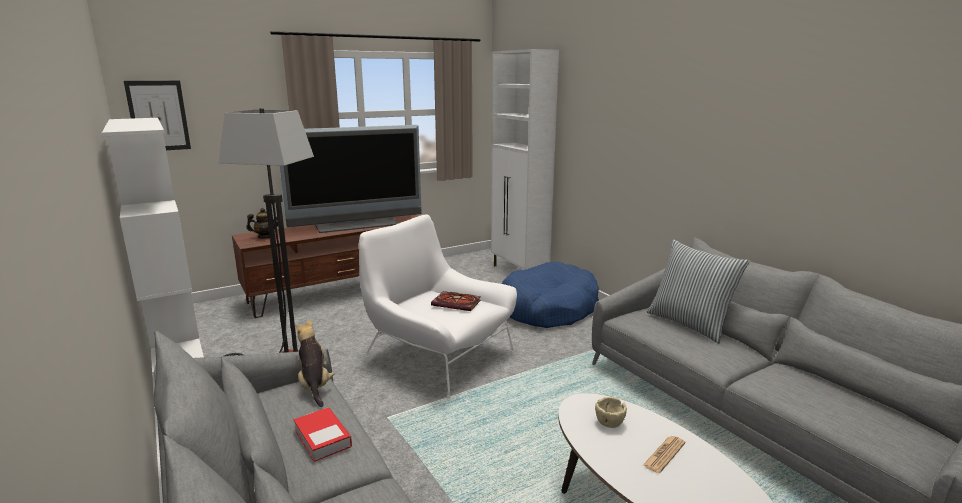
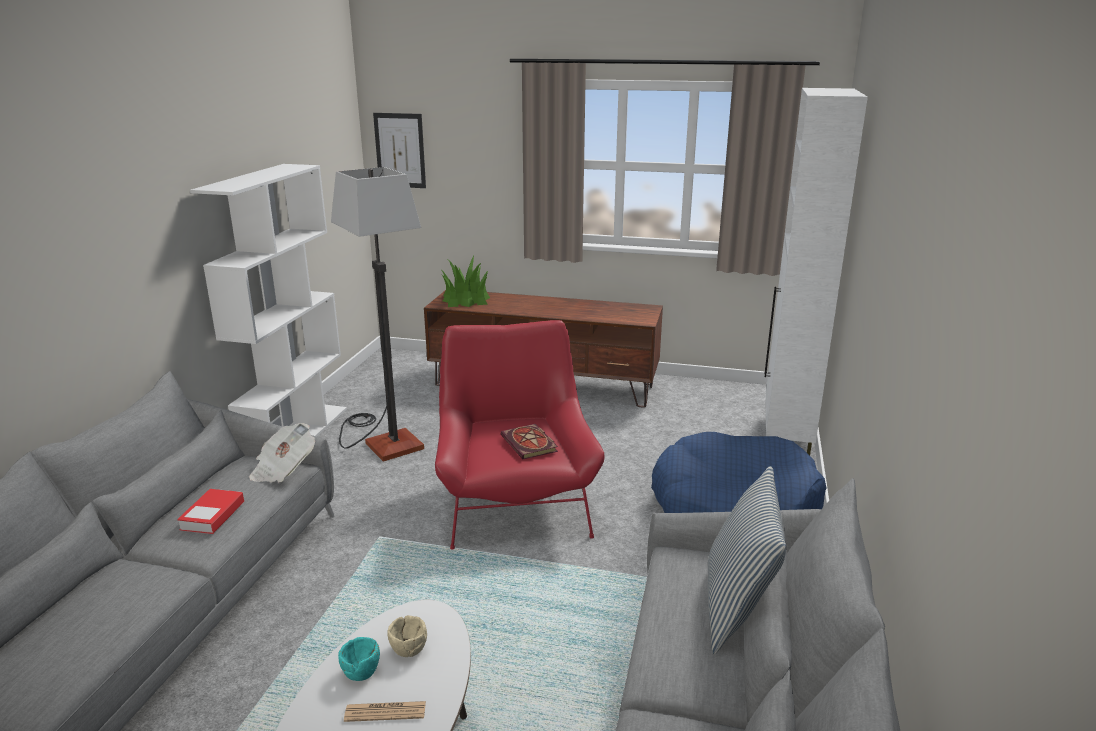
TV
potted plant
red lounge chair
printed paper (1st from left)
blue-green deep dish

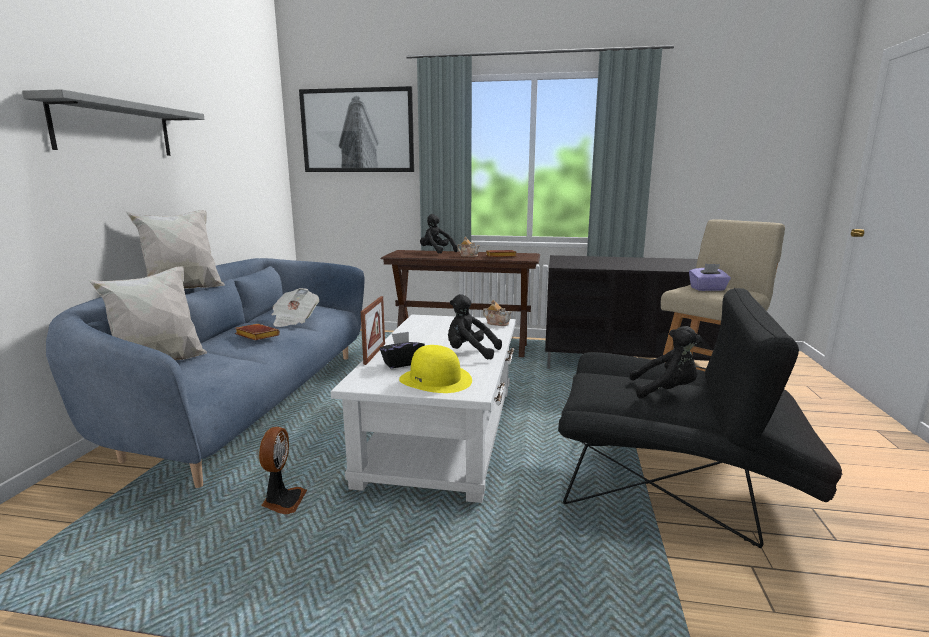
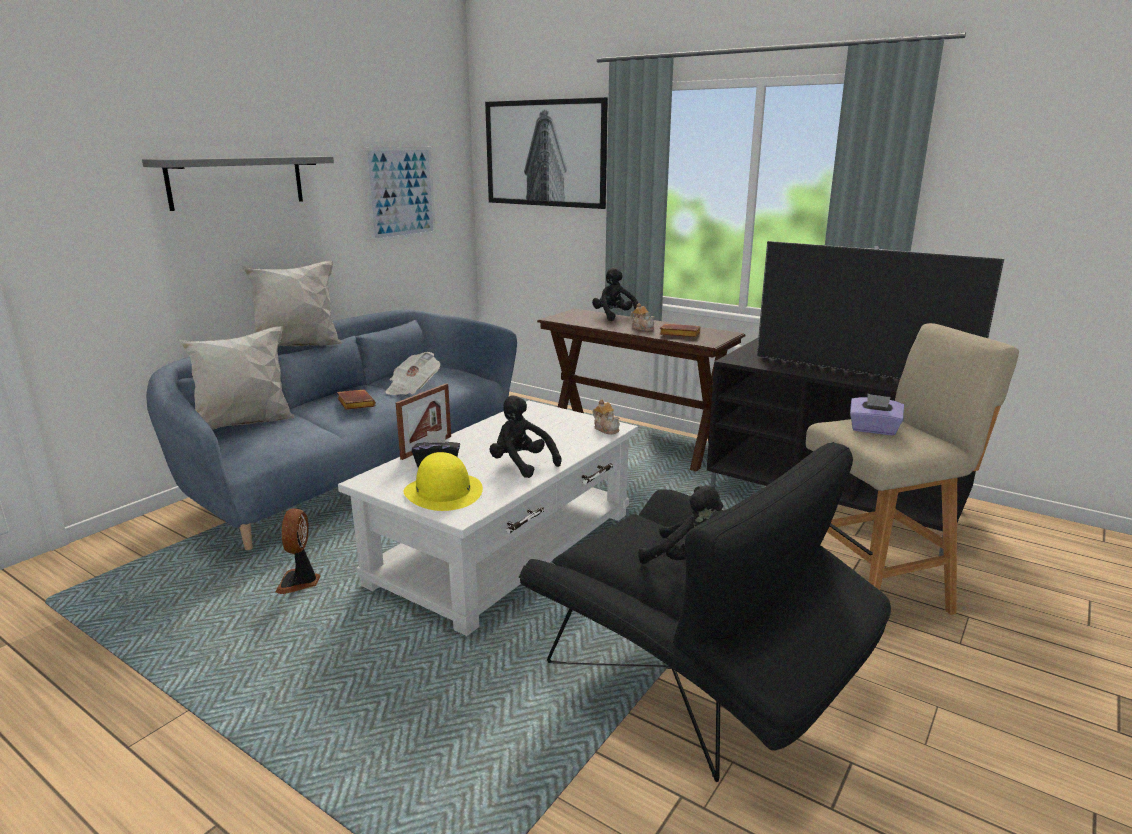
electric fan
picture (1st from left)
TV

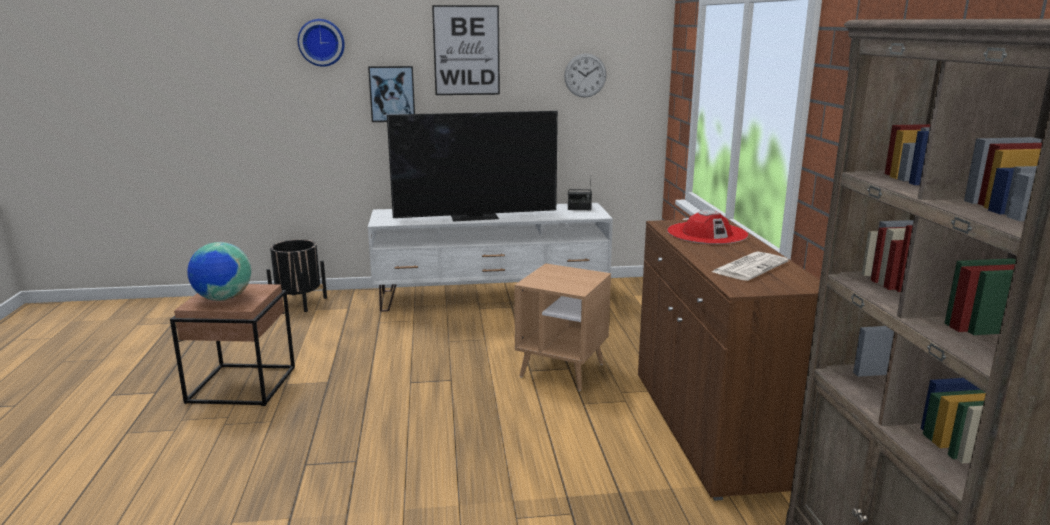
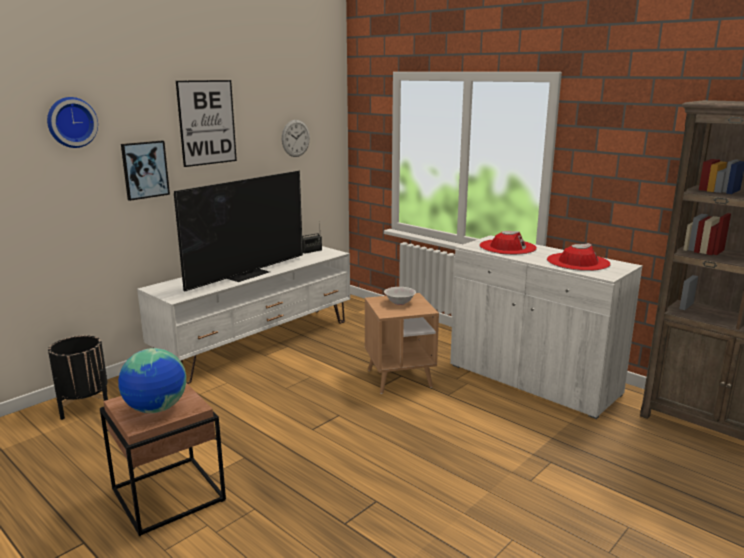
whitish cupboard
red clothing hat (2nd from left)
whitish deep dish

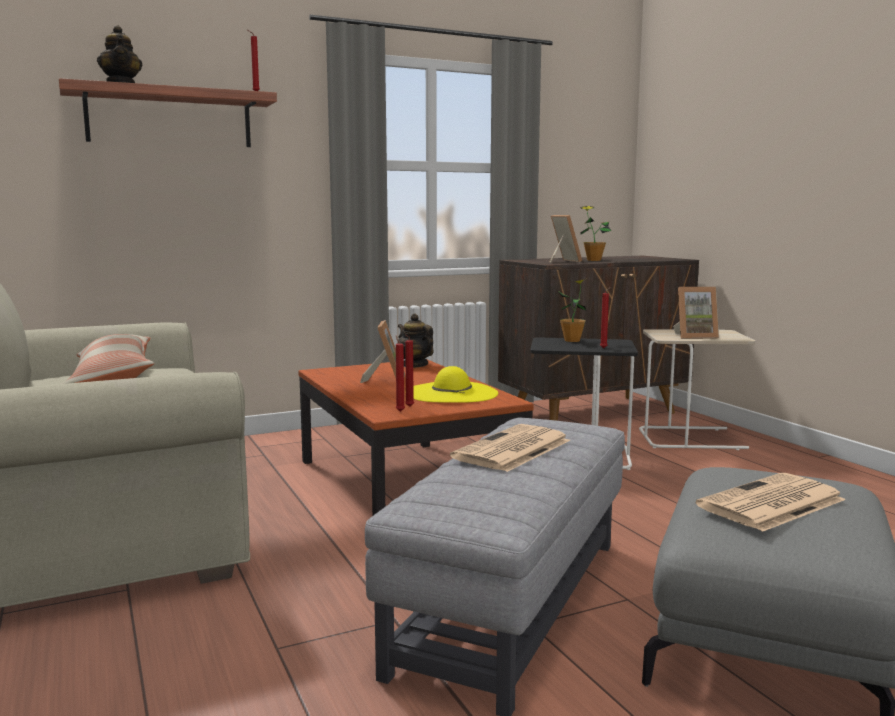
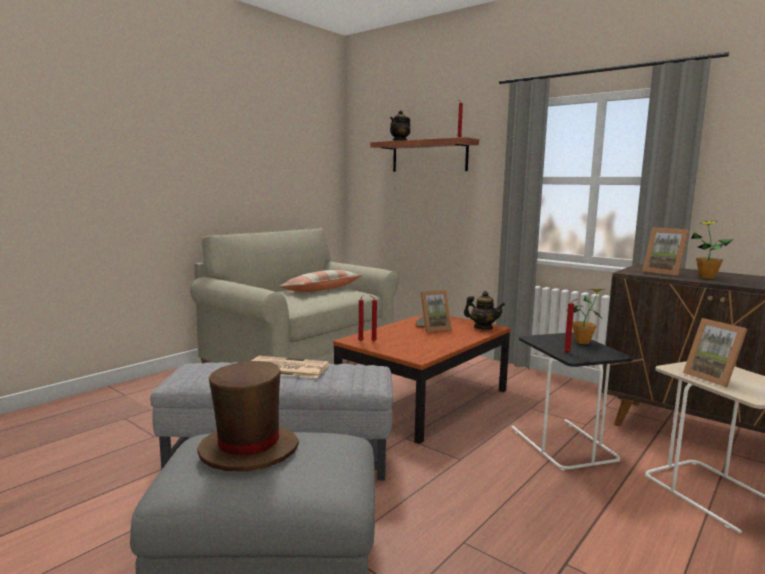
photo frame (2nd from left)
tea pot (2nd from left)
yellowish clothing hat
brown-coloured clothing hat

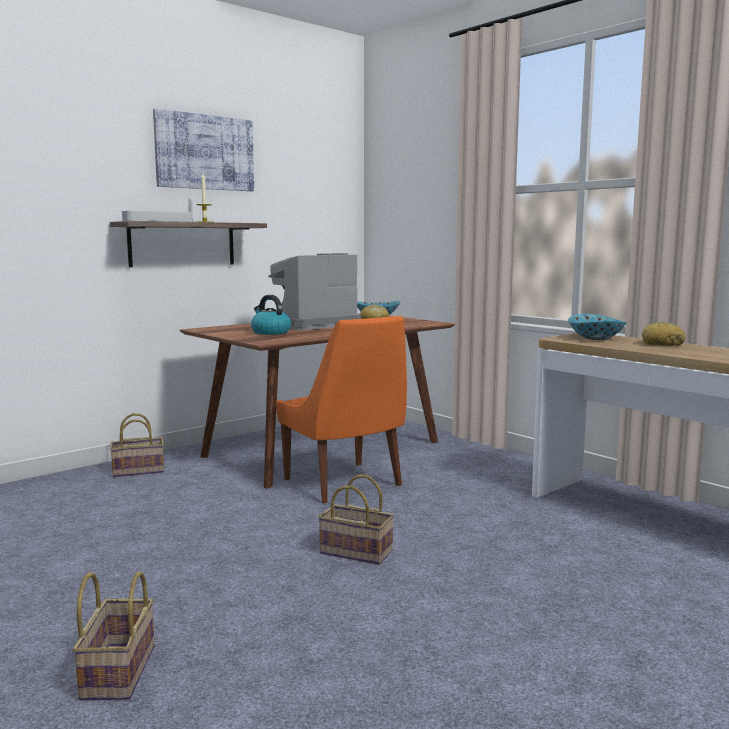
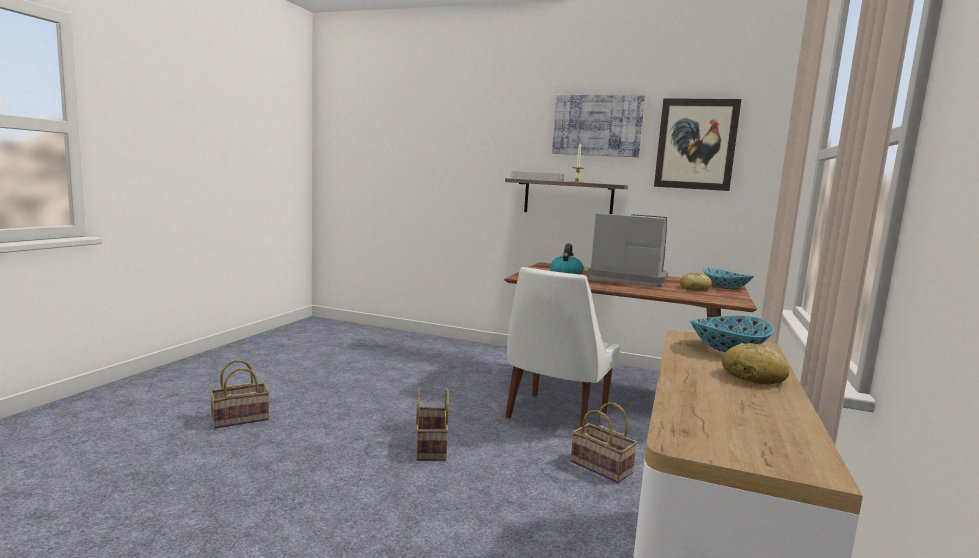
whitish upright chair
basket (3rd from left)
picture (2nd from left)

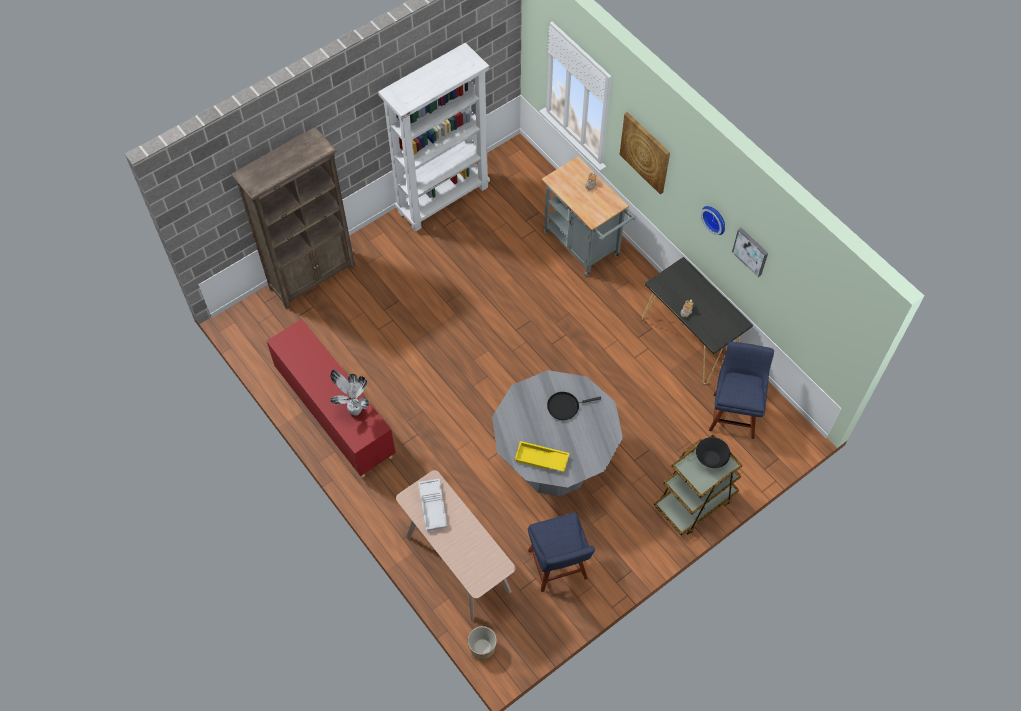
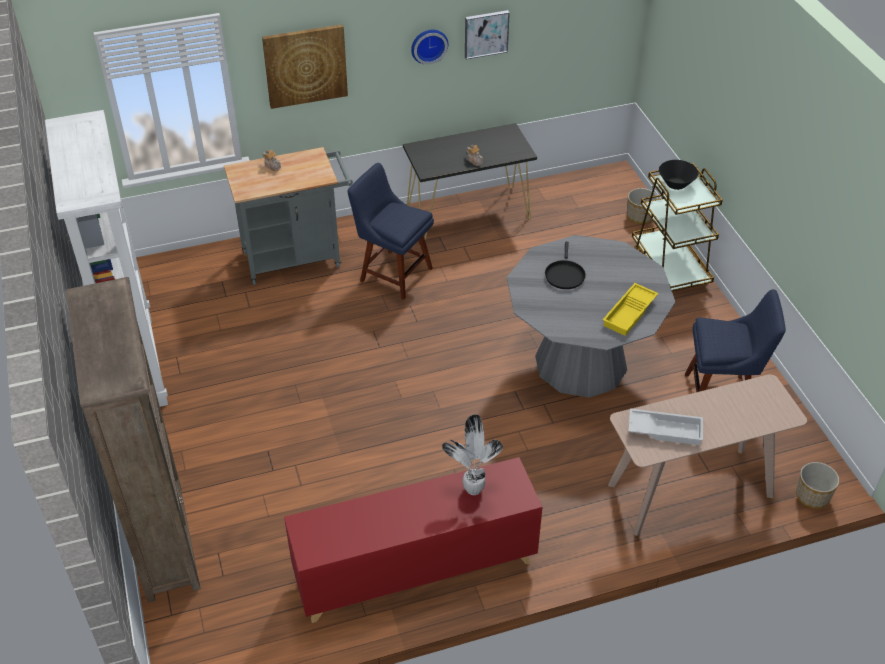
blue upright chair (1st from left)
planter (1st from left)

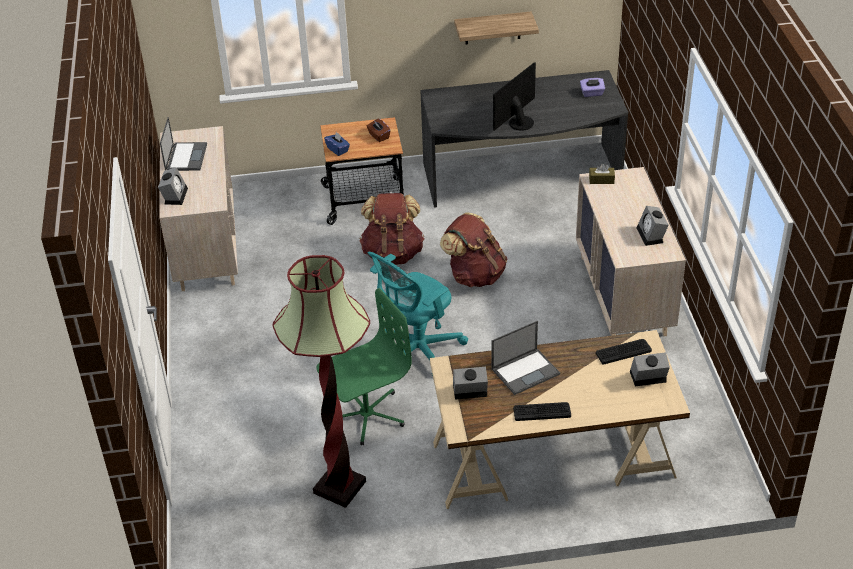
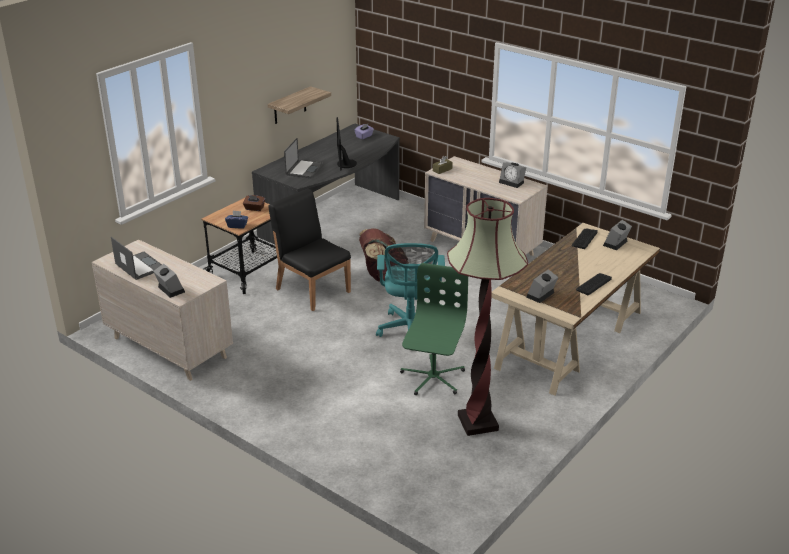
black upright chair
portable computer (2nd from left)

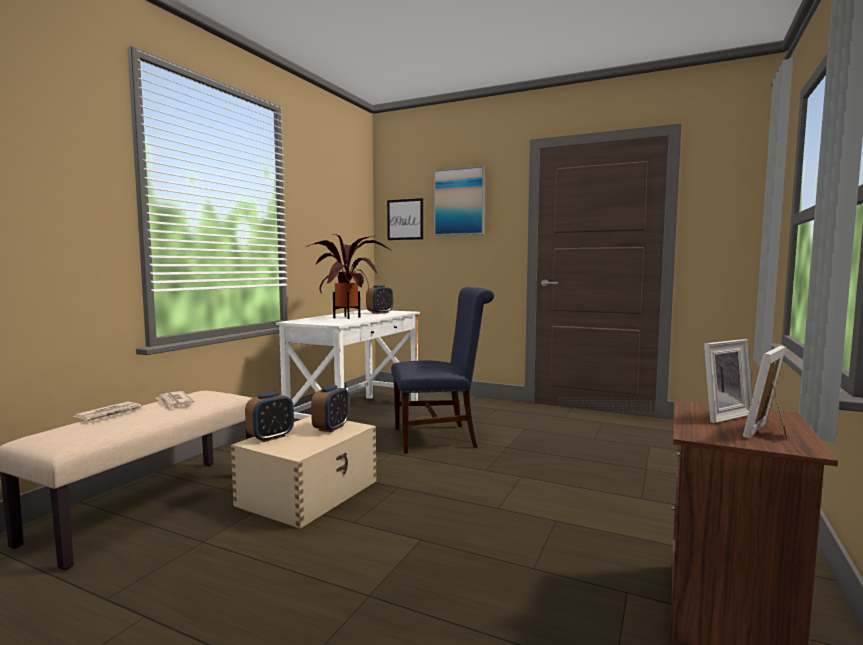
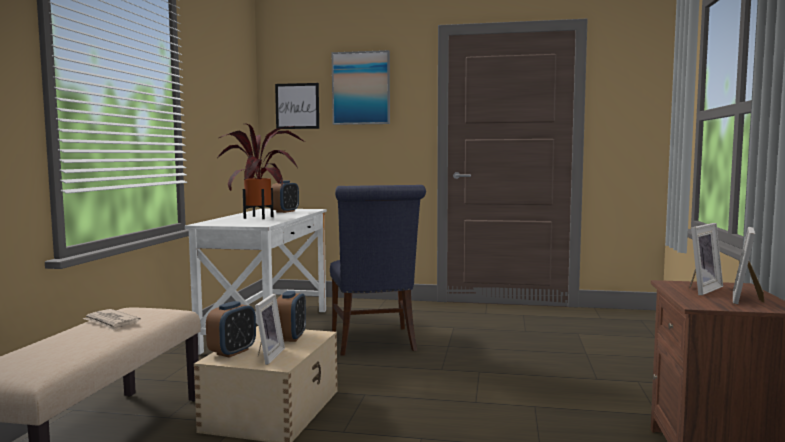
blue upright chair
printed paper (1st from left in the first image)
photo frame (1st from left)

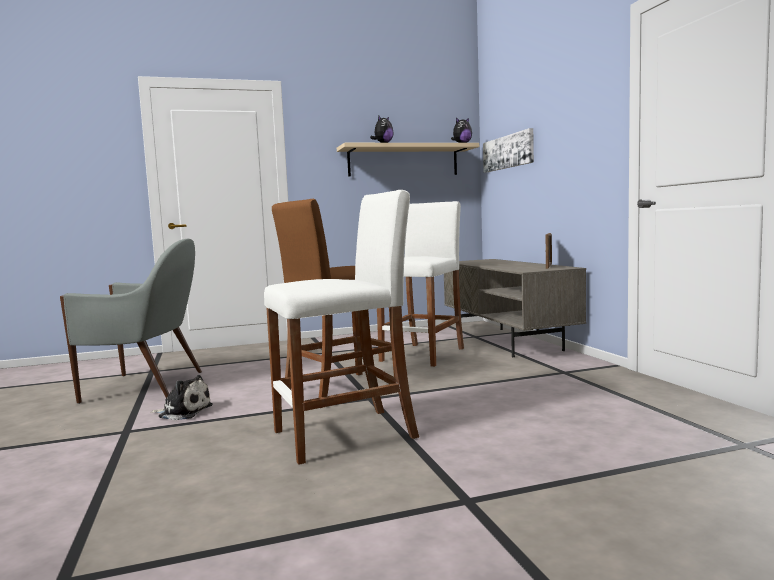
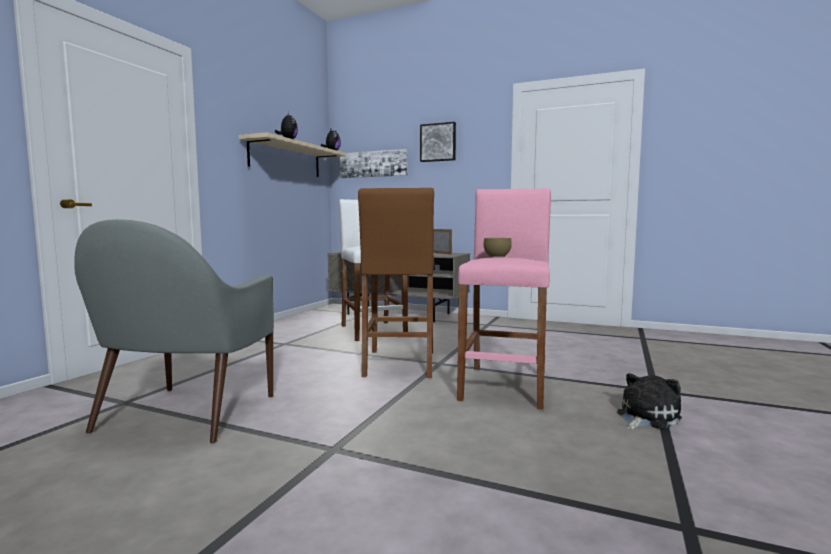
pink-coloured sitting stool
gray lounge chair
soft toy (3rd from left)
picture (2nd from left)
brown-coloured deep dish

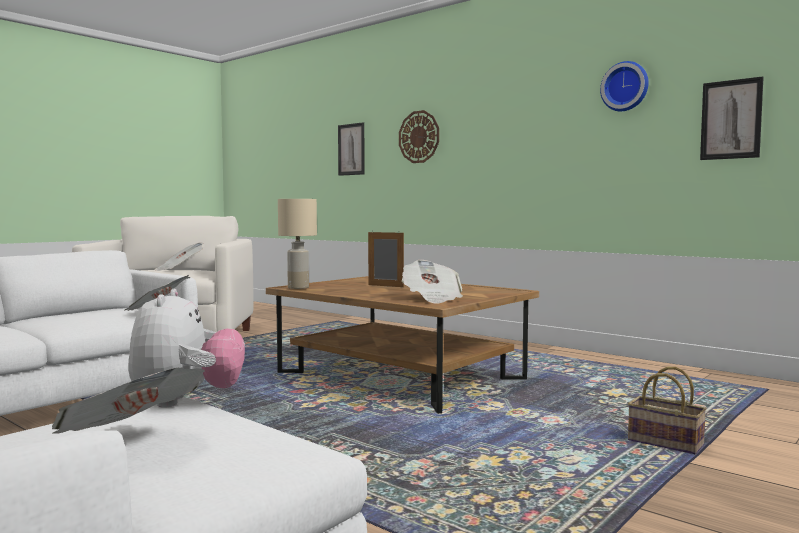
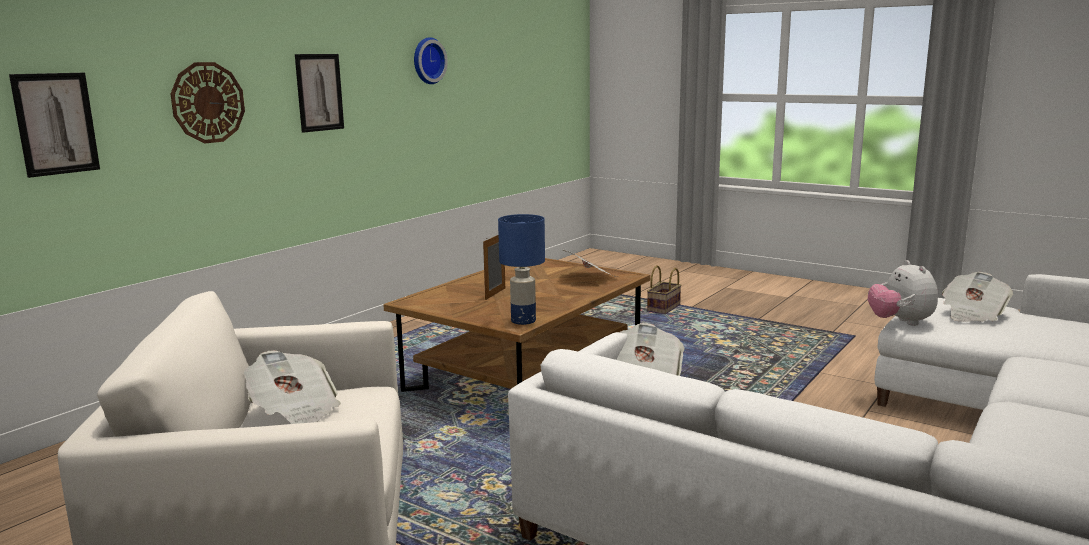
picture (2nd from left)
blue tabletop lamp
soft toy

